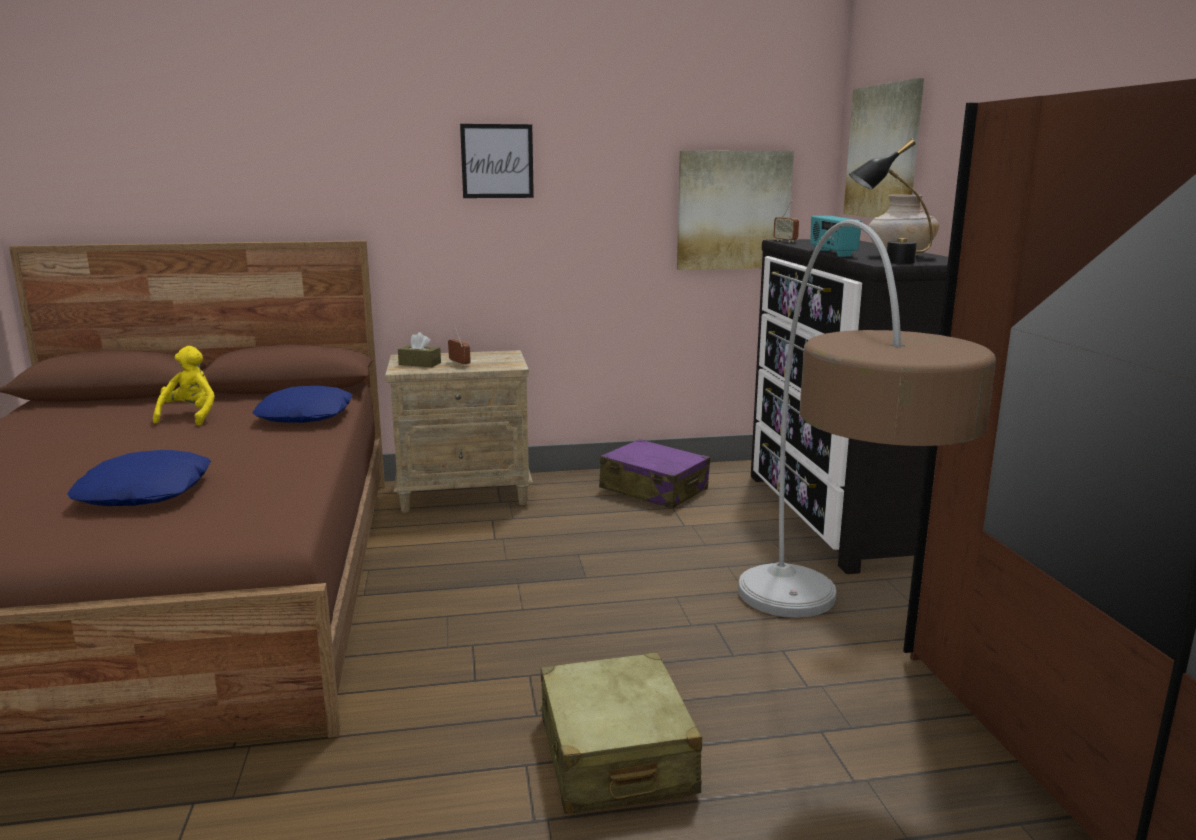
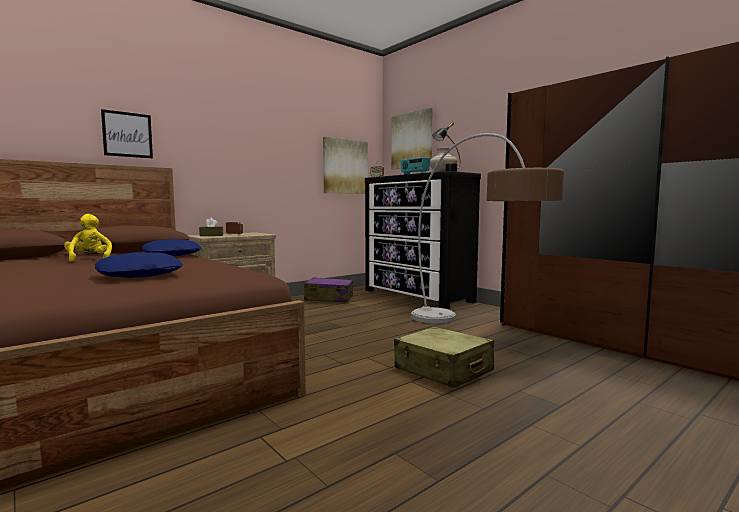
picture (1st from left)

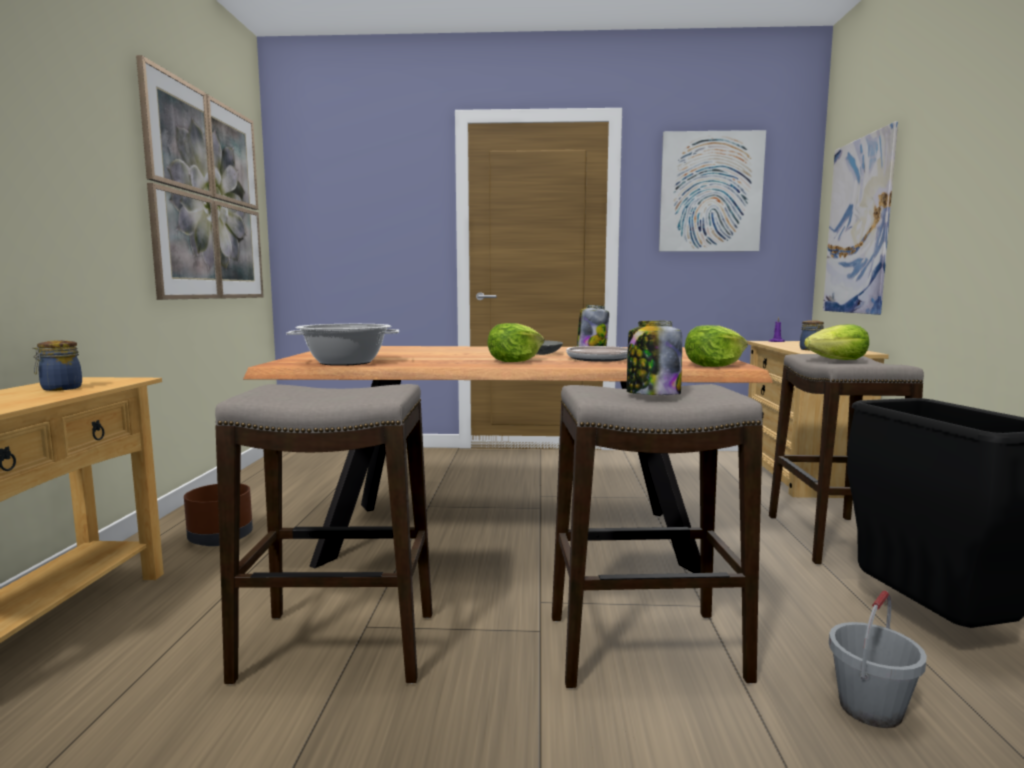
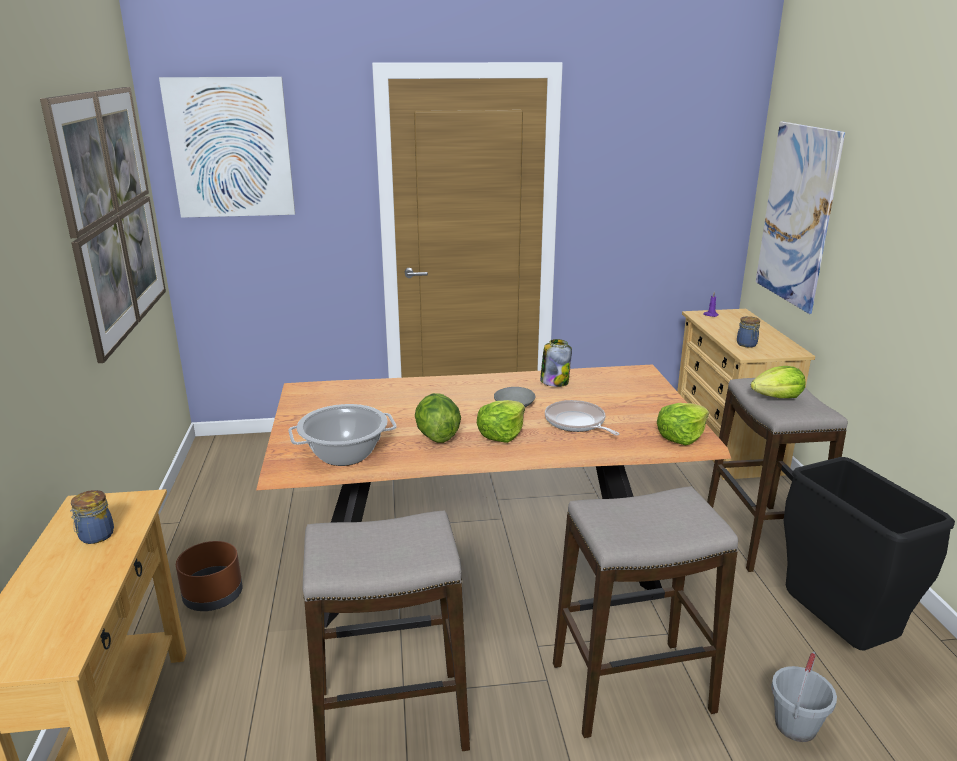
picture (2nd from left)
jar (3rd from left in the first image)
lettuce head (1st from left)

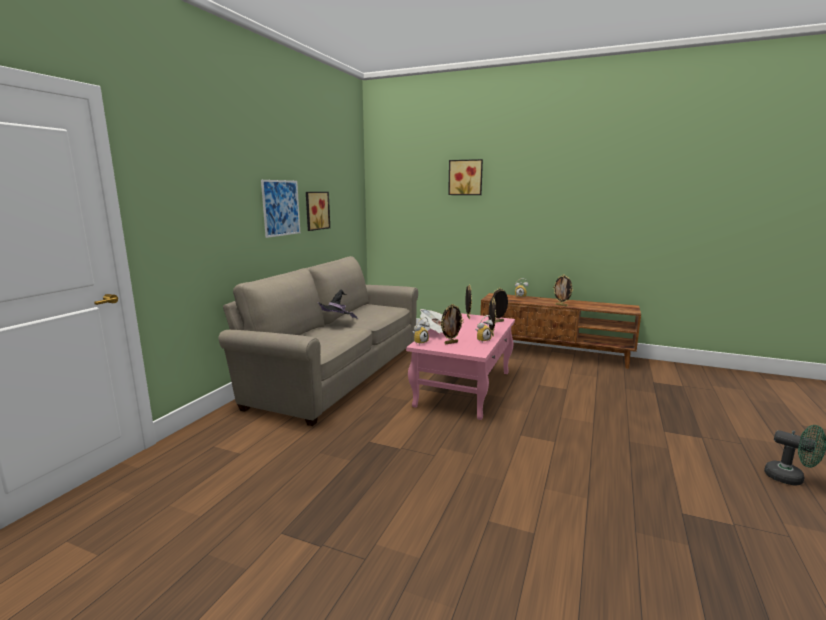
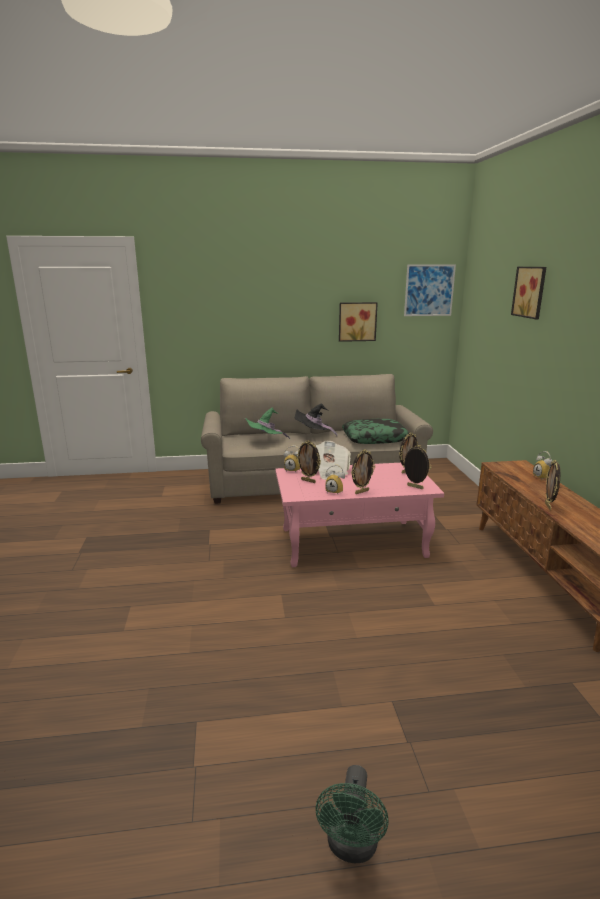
picture (2nd from left)
green-coloured clothing hat
pillow

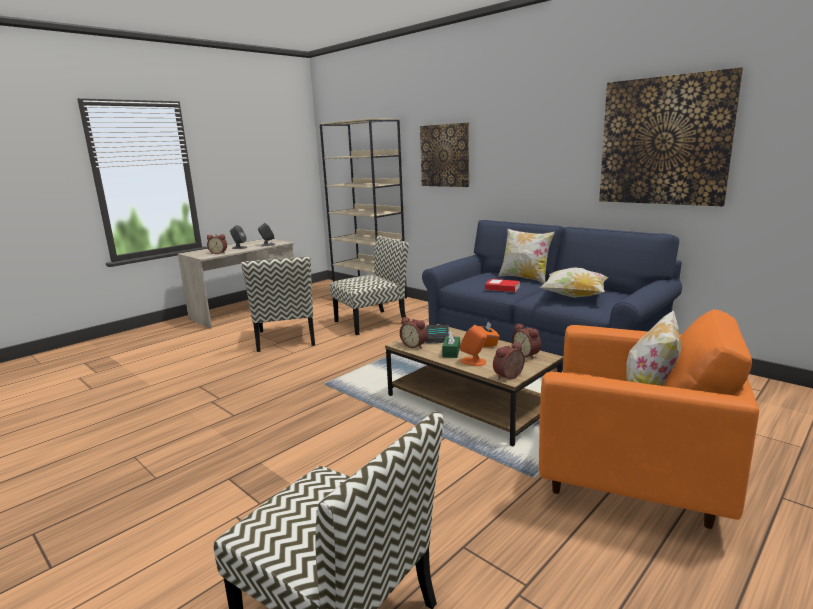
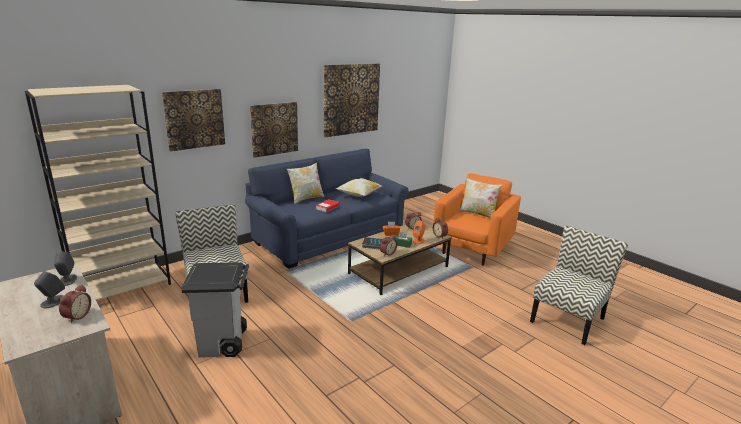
gray waste bin
picture (2nd from left)

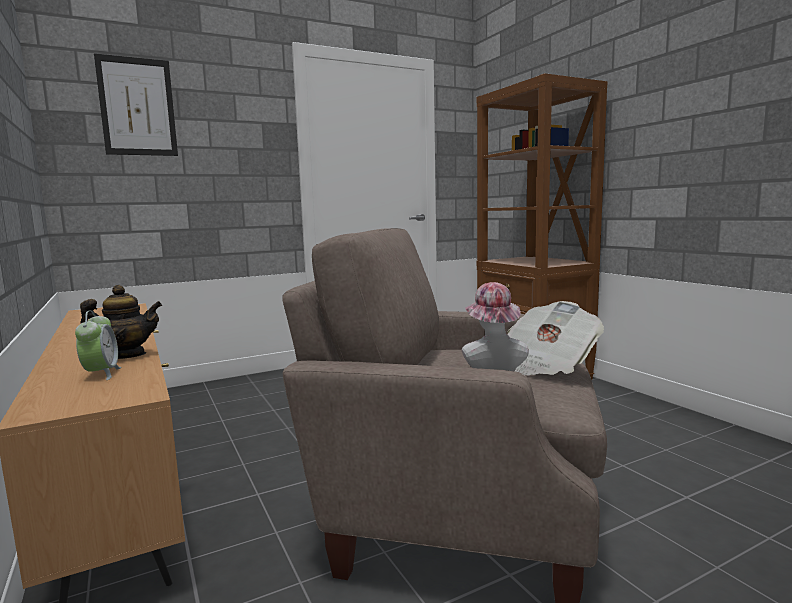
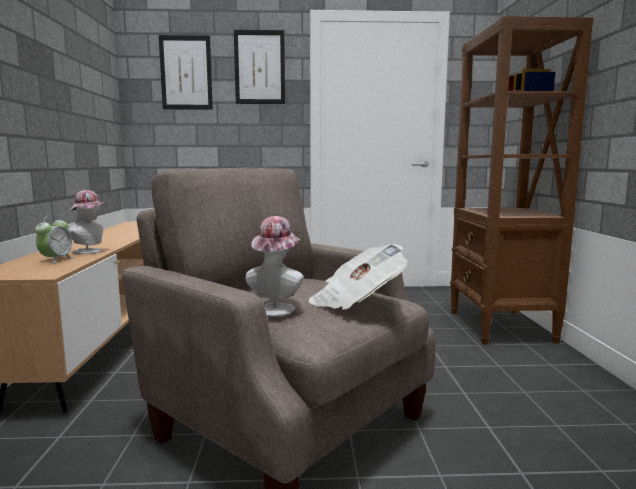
clothing hat (1st from left)
picture (2nd from left)

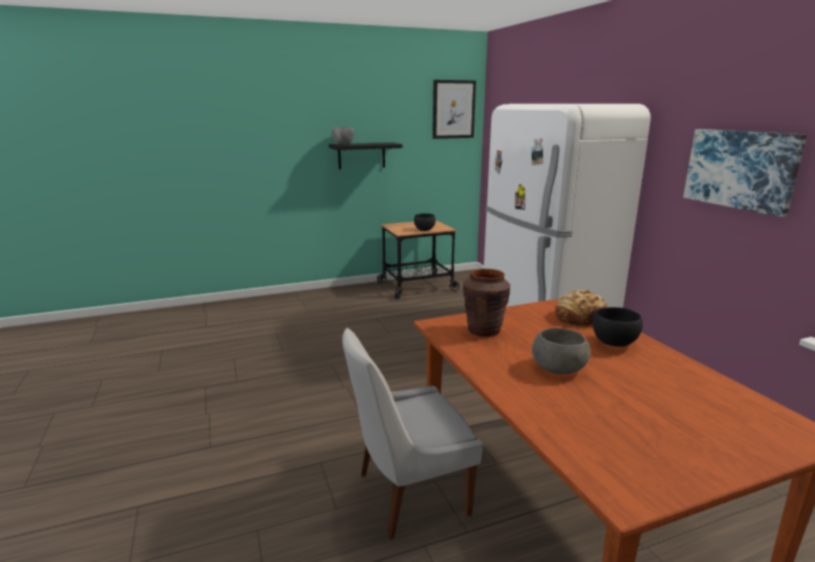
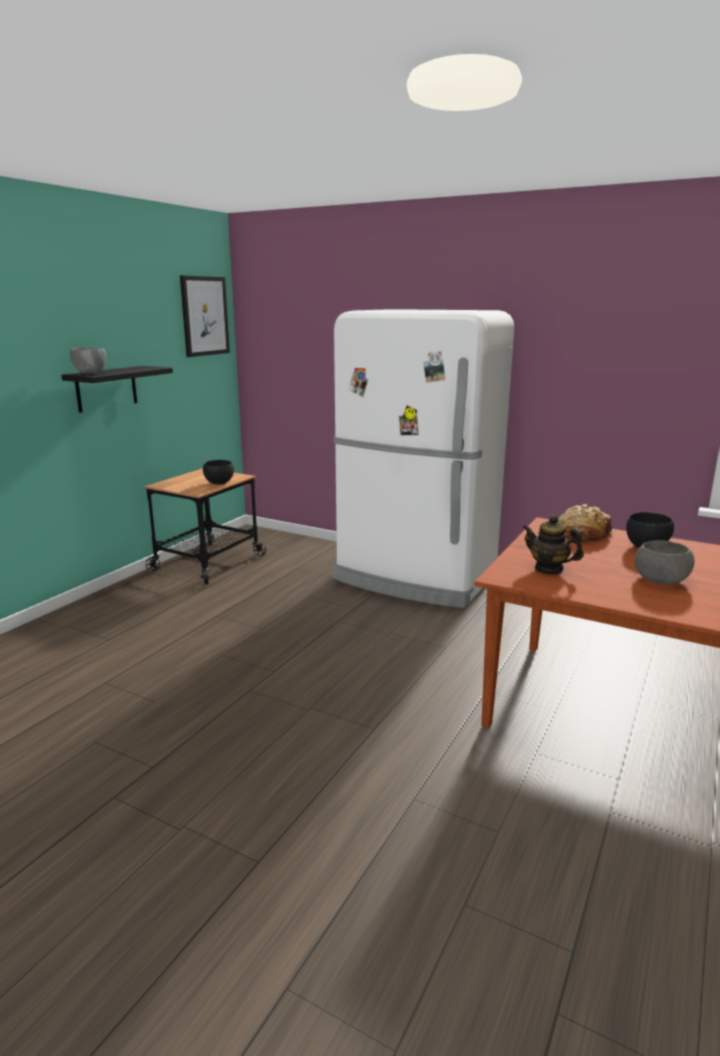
picture (2nd from left in the first image)
tea pot
whitish upright chair

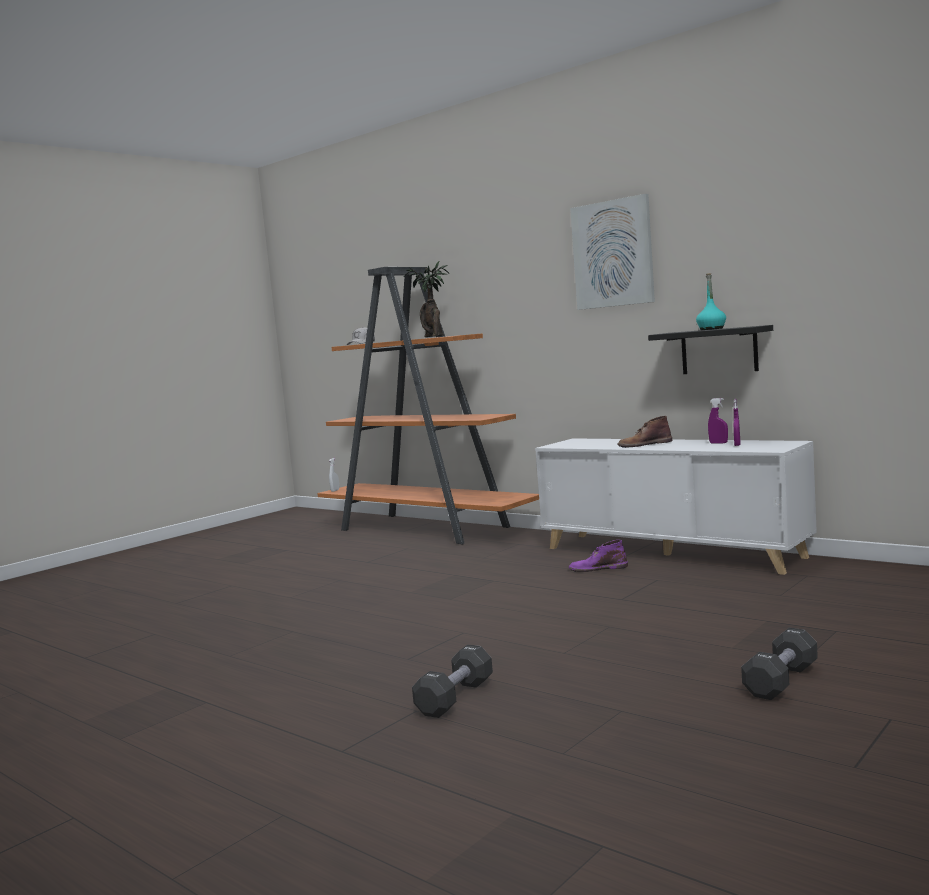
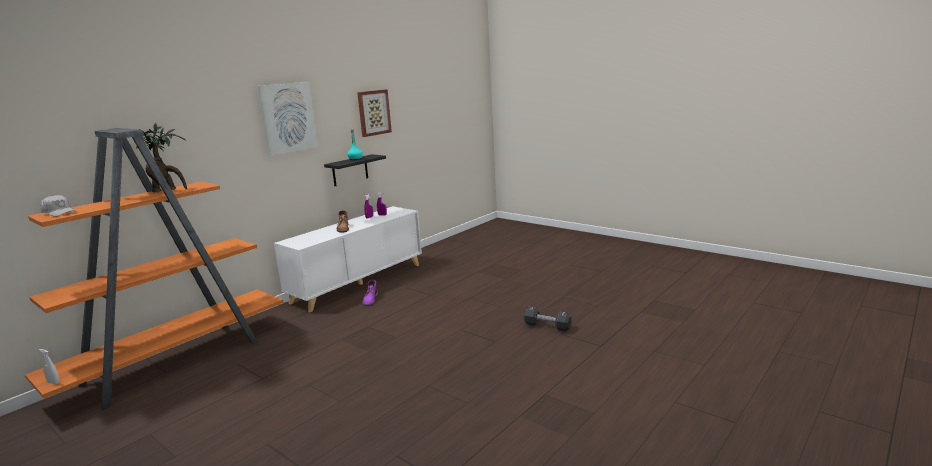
black hand weight (2nd from left in the first image)
picture (2nd from left)

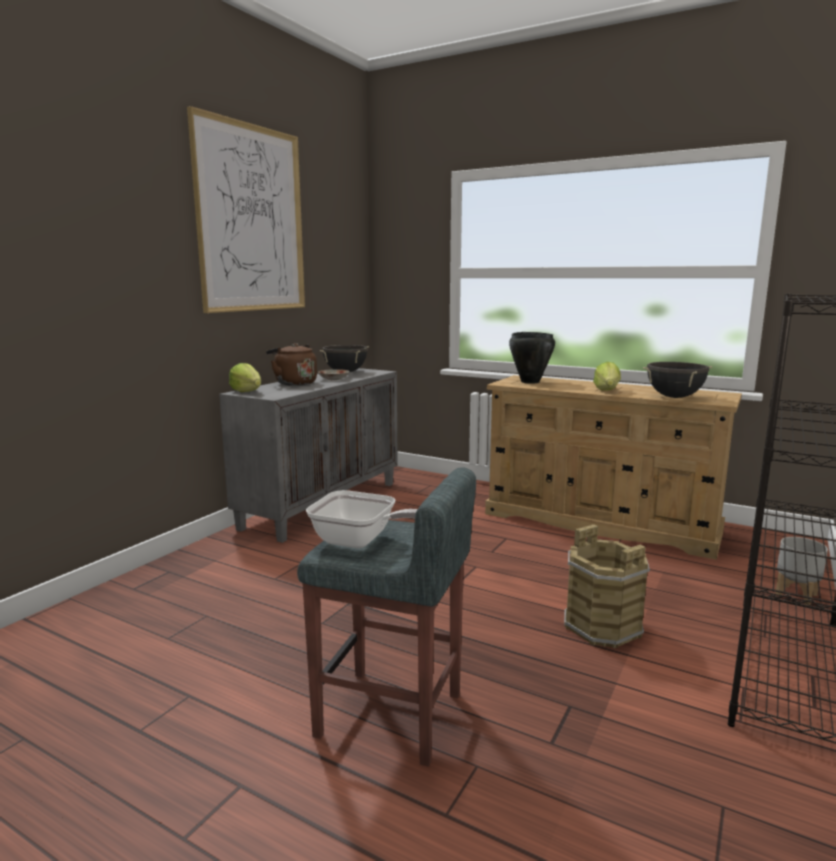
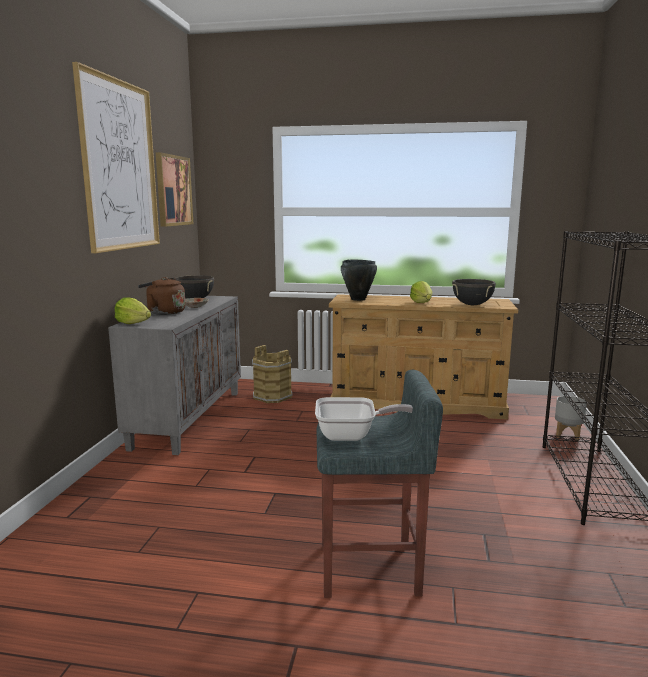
brown-coloured water bucket
picture (2nd from left)

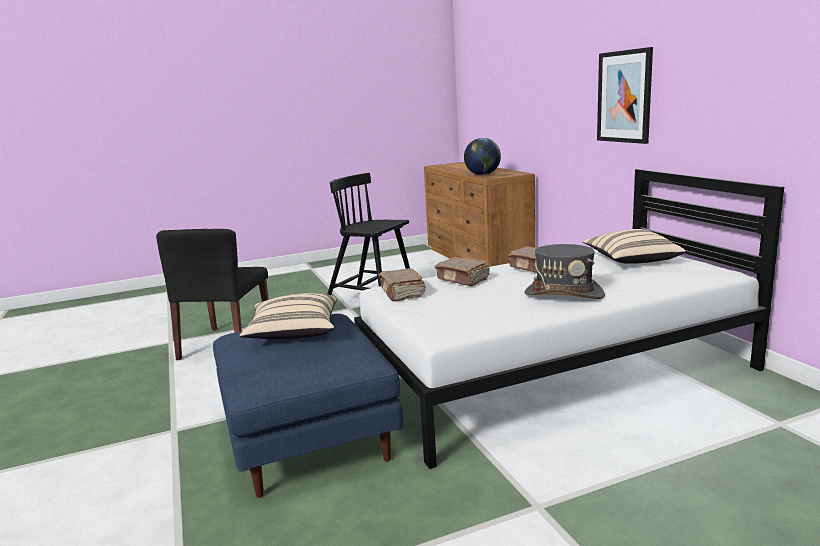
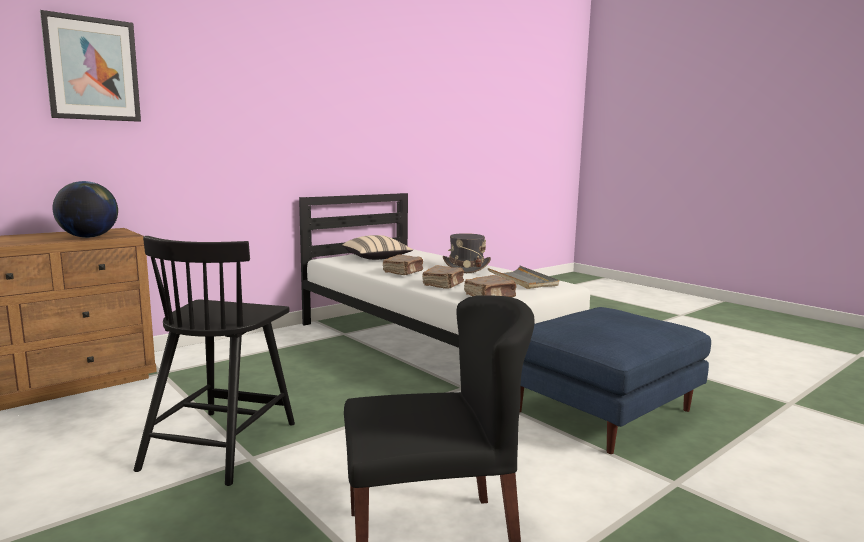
picture
beige-coloured pillow (1st from left in the first image)
gray tray

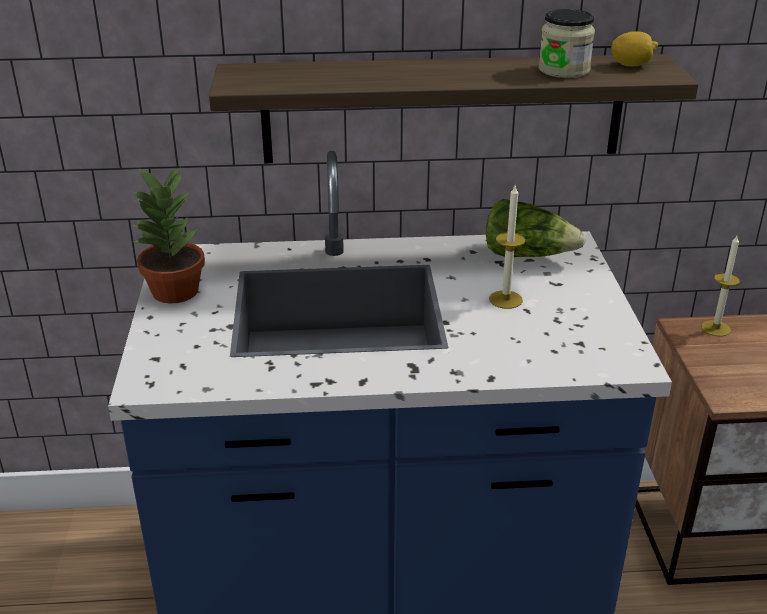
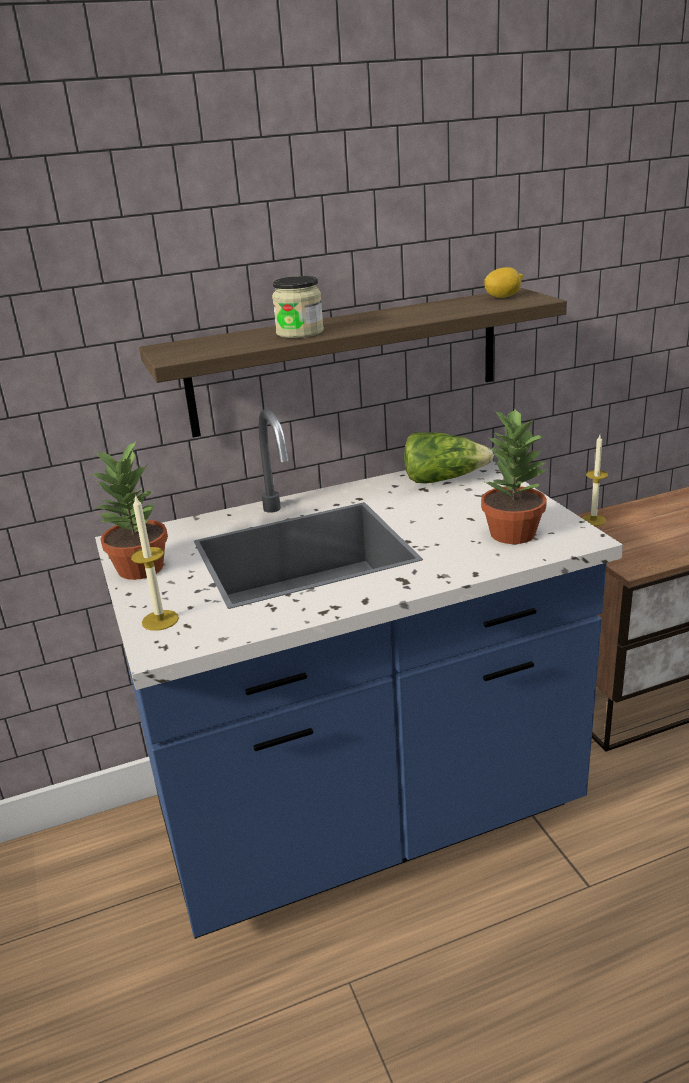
jar
candle (1st from left)
potted plant (2nd from left)

